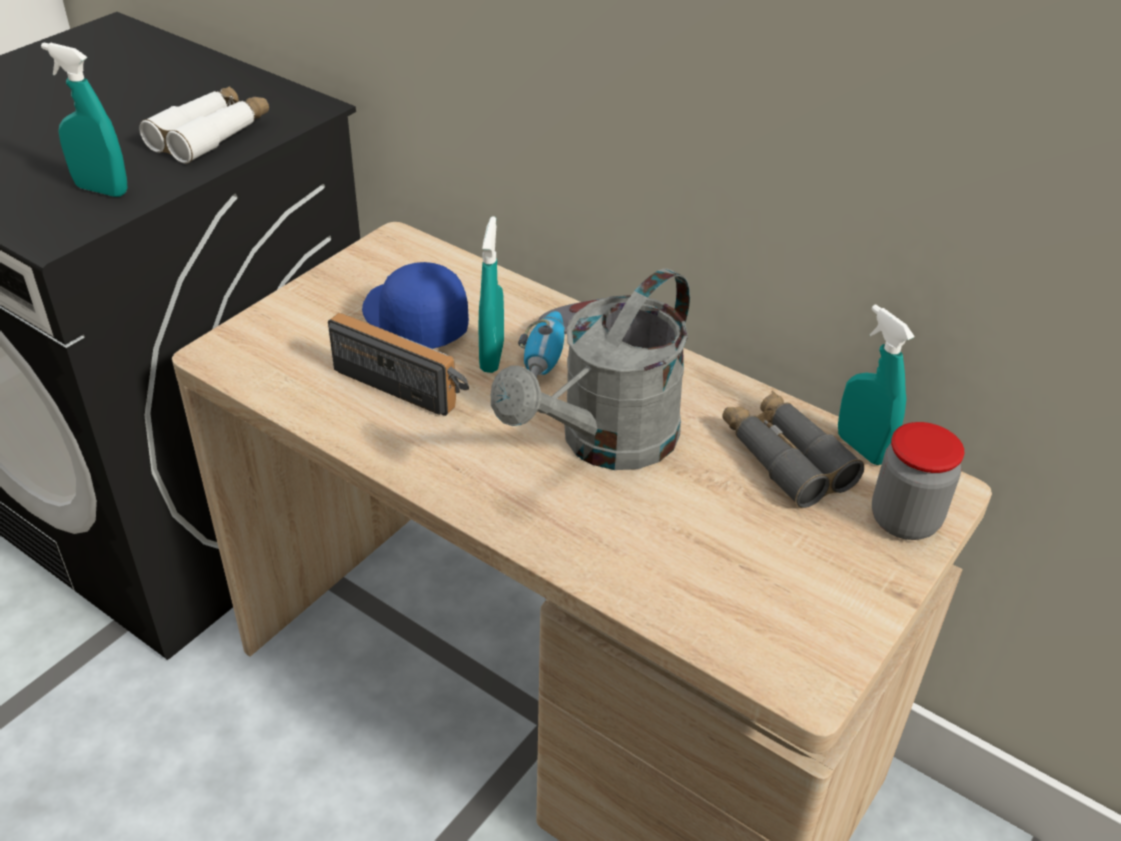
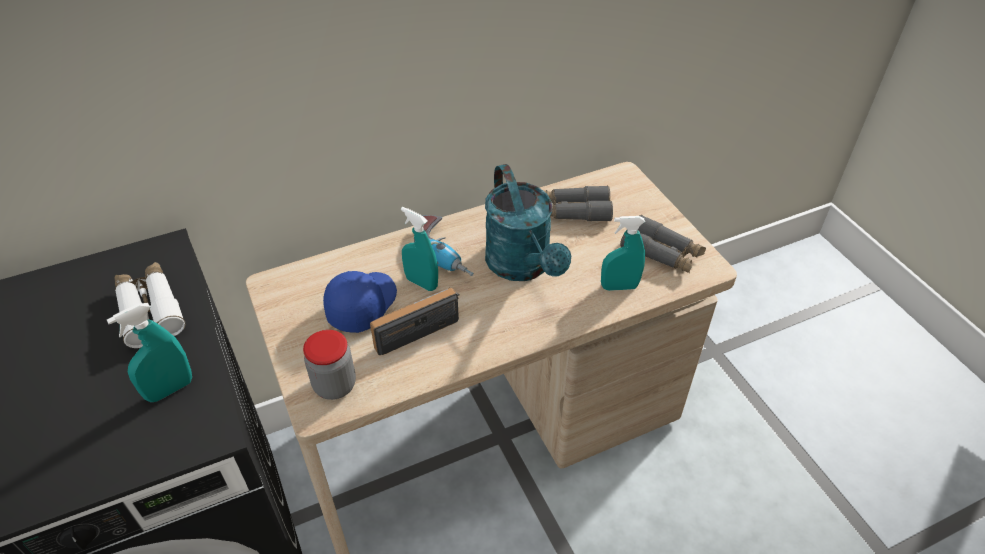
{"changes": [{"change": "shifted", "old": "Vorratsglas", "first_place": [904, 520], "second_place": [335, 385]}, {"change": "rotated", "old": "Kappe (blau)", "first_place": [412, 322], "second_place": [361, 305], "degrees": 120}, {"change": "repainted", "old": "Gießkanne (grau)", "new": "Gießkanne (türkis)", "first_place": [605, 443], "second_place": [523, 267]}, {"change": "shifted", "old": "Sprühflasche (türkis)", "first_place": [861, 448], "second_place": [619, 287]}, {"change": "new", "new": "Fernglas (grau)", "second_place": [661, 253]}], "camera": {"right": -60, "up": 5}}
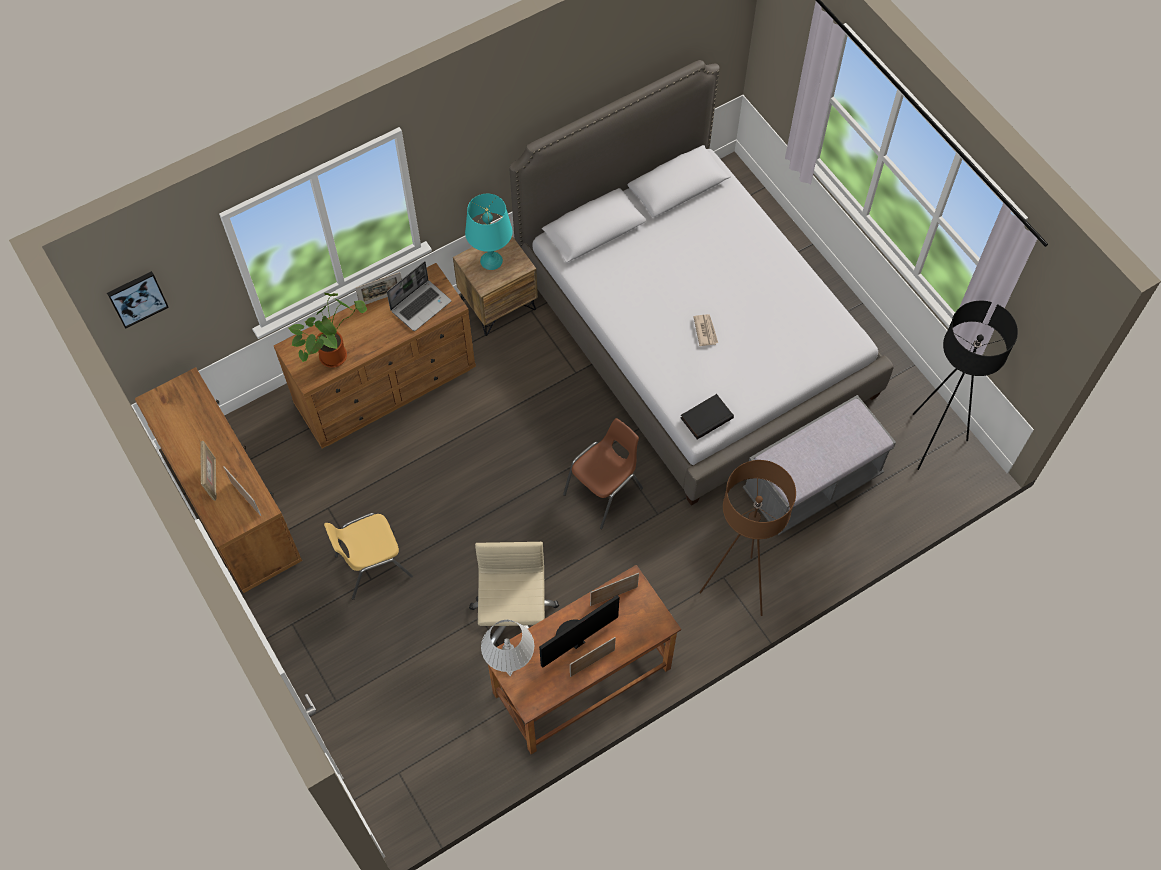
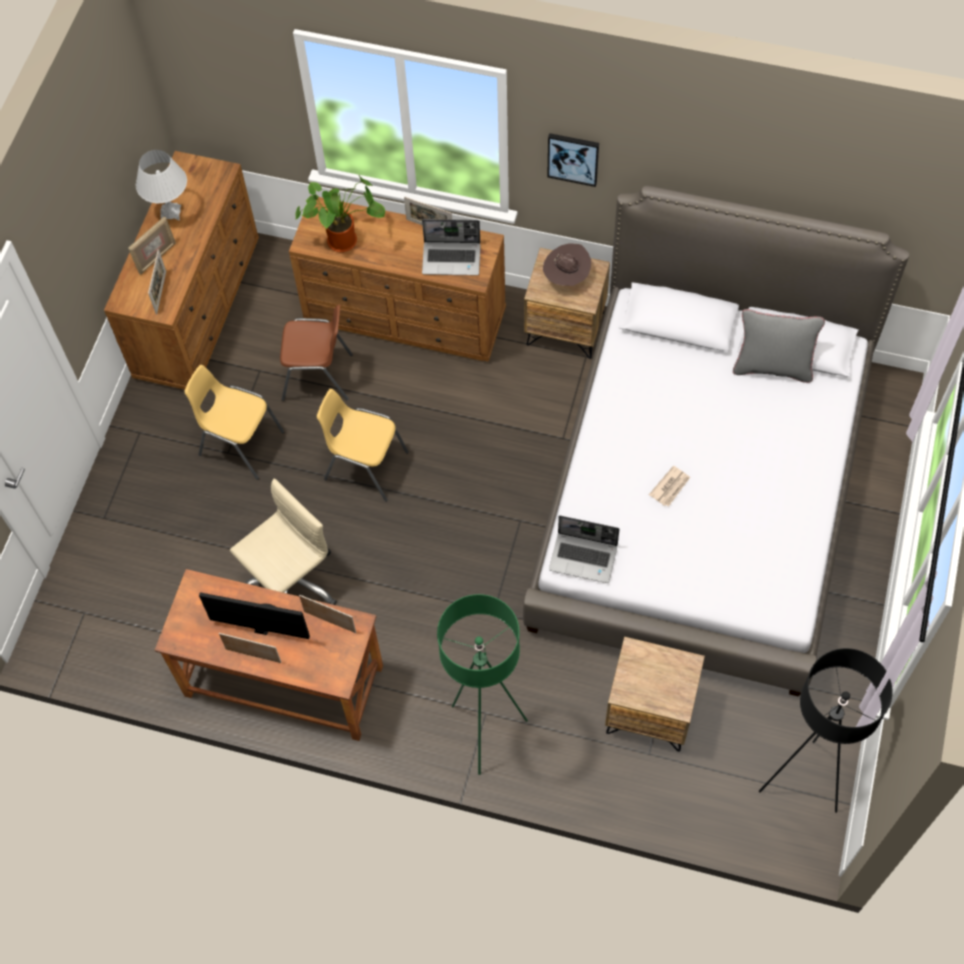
{"changes": [{"change": "shifted", "old": "Tischlampe (weiß)", "first_place": [509, 662], "second_place": [171, 212]}, {"change": "shifted", "old": "Stuhl (braun)", "first_place": [604, 491], "second_place": [318, 377]}, {"change": "new", "new": "Stuhl (gelb)", "second_place": [365, 466]}, {"change": "repainted", "old": "Stehlampe (braun)", "new": "Stehlampe (grün)", "first_place": [736, 588], "second_place": [485, 732]}, {"change": "swapped", "old": "Tischlampe (türkis)", "new": "Hut (braun)", "first_place": [491, 260], "second_place": [566, 277]}, {"change": "shifted", "old": "Bild", "first_place": [137, 298], "second_place": [573, 158]}, {"change": "swapped", "old": "Buch (schwarz)", "new": "Laptop", "first_place": [706, 417], "second_place": [584, 558]}, {"change": "swapped", "old": "Bank (grau)", "new": "Nachttisch (braun)", "first_place": [811, 483], "second_place": [650, 711]}, {"change": "new", "new": "Kissen (grau)", "second_place": [772, 367]}], "camera": {"right": 50, "up": 0}}
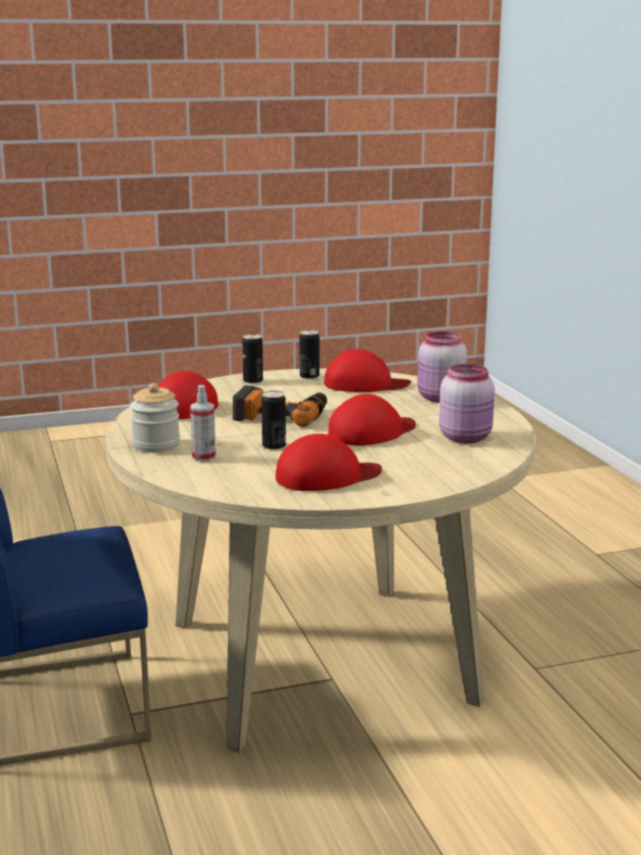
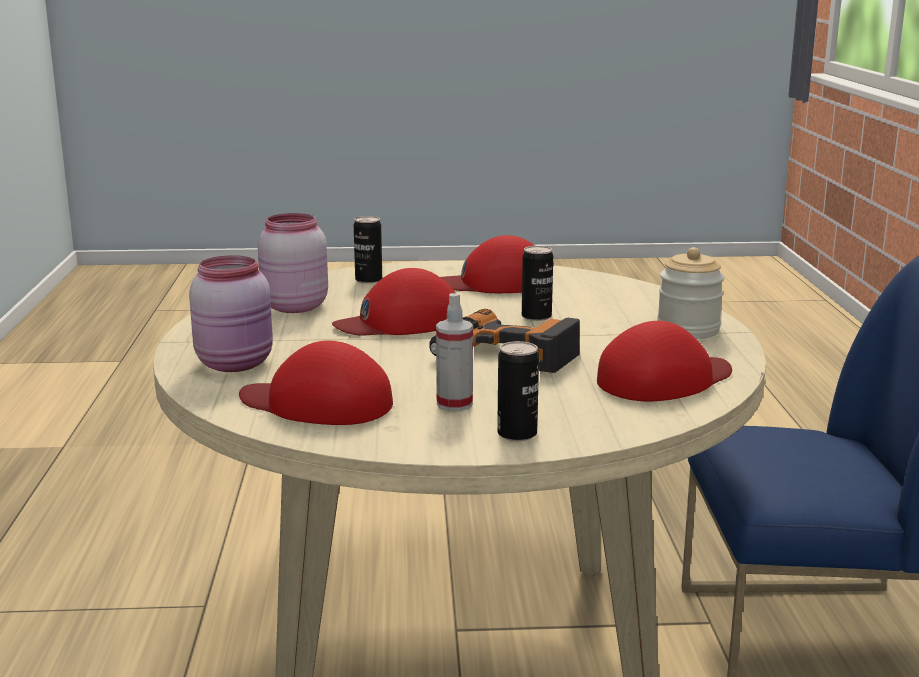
{"changes": [{"change": "shifted", "old": "Dose", "first_place": [309, 376], "second_place": [368, 280]}, {"change": "shifted", "old": "Sprühflasche", "first_place": [204, 457], "second_place": [454, 404]}], "camera": {"right": -165, "up": 0}}
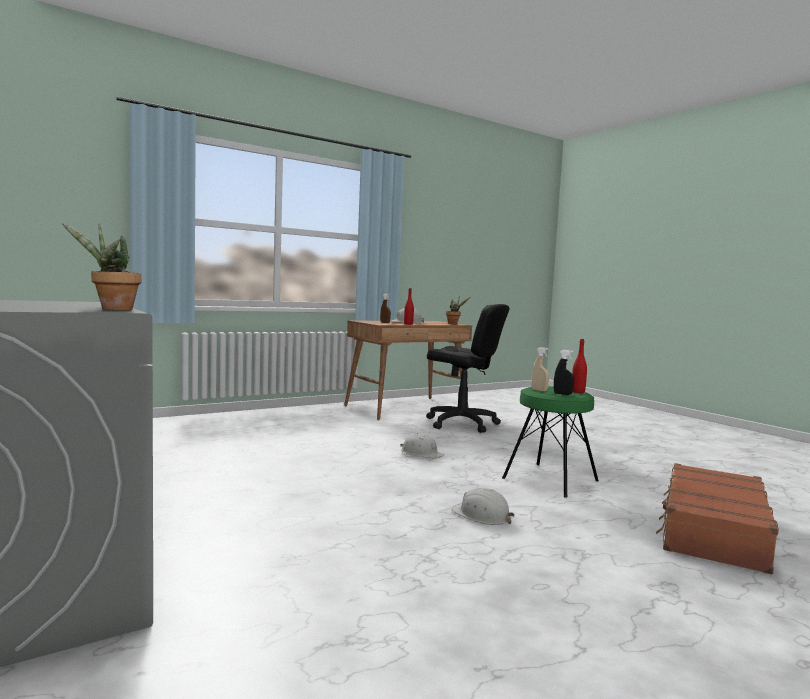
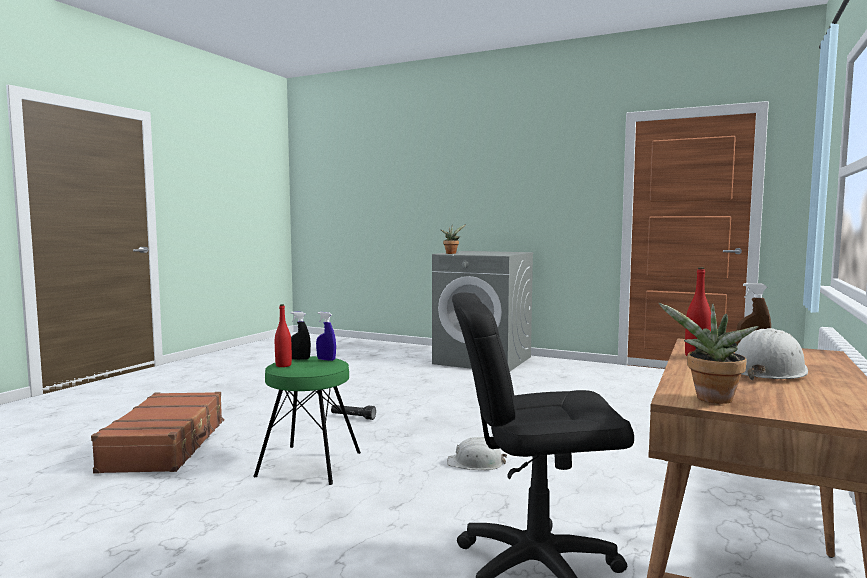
{"changes": [{"change": "repainted", "old": "Sprühflasche (beige)", "new": "Sprühflasche (blau)", "first_place": [539, 390], "second_place": [326, 359]}, {"change": "swapped", "old": "Schutzhelm (weiß)", "new": "Taschenlampe (schwarz)", "first_place": [482, 515], "second_place": [353, 417]}], "camera": {"right": 150, "up": 0}}
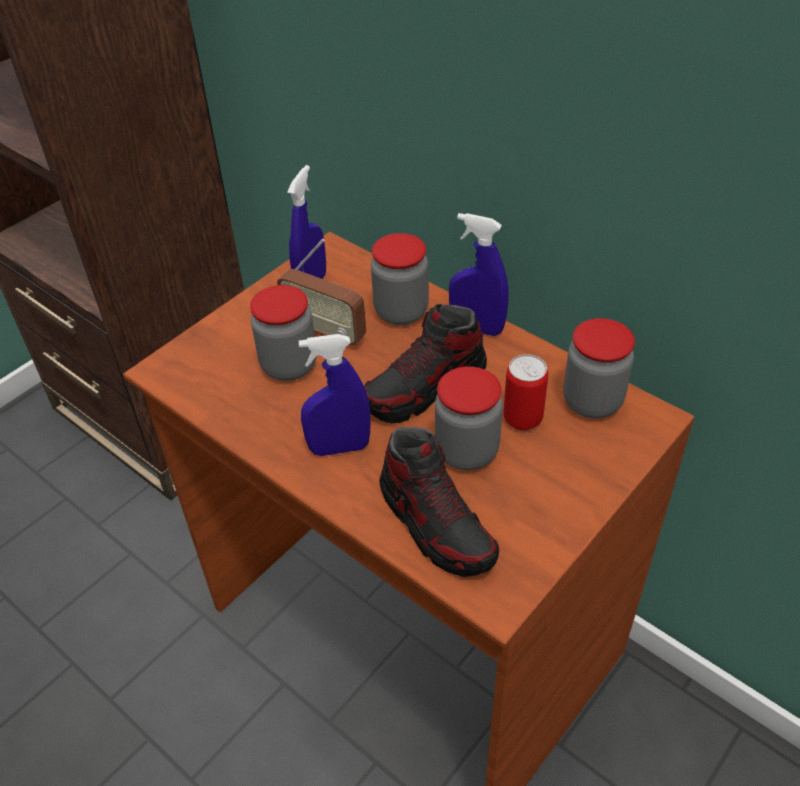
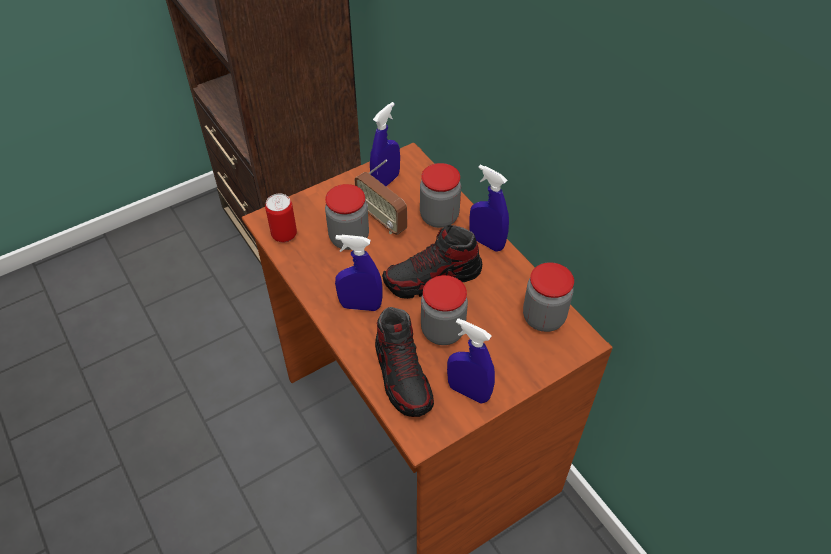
{"changes": [{"change": "shifted", "old": "Dose", "first_place": [522, 418], "second_place": [284, 235]}, {"change": "new", "new": "Sprühflasche (blau)", "second_place": [468, 392]}], "camera": {"right": 15, "up": 5}}
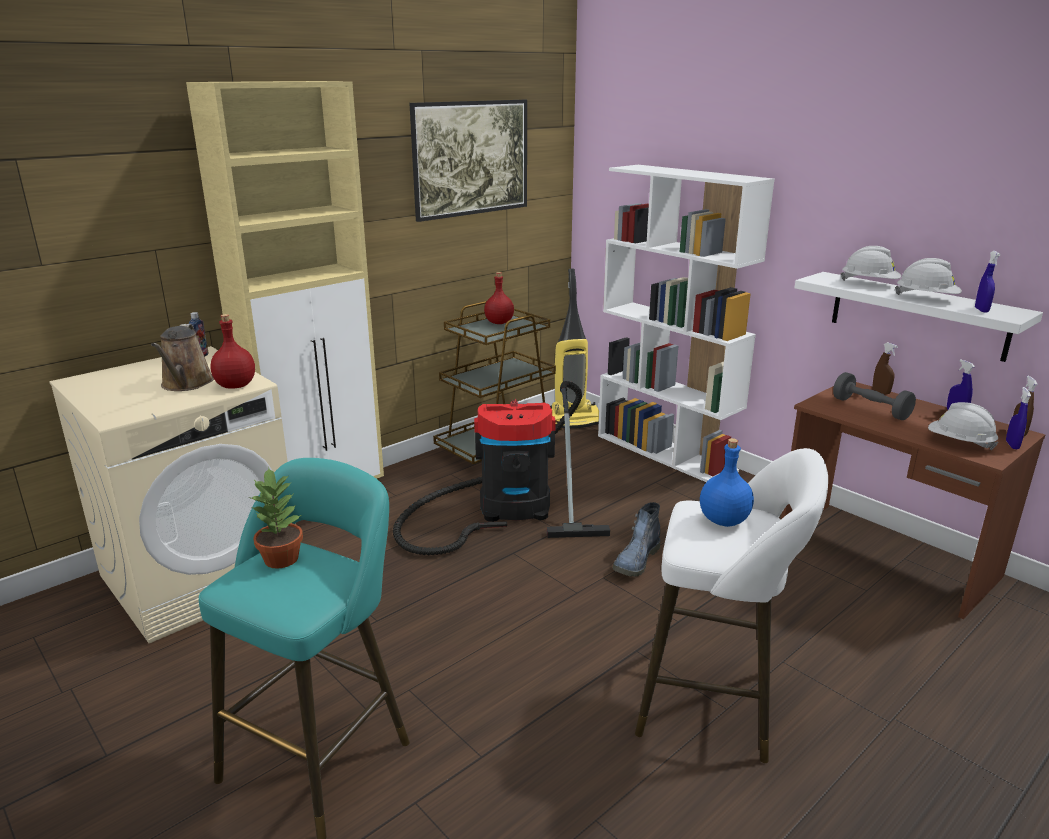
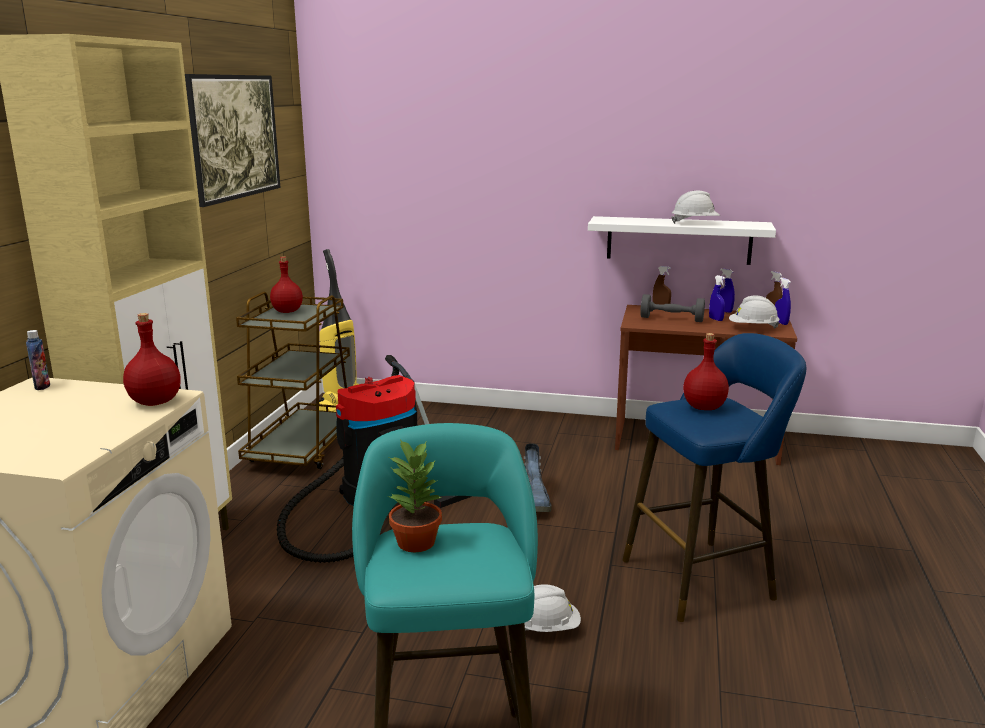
{"changes": [{"change": "shifted", "old": "Schutzhelm (weiß)", "first_place": [869, 284], "second_place": [546, 627]}, {"change": "repainted", "old": "Hocker (weiß)", "new": "Hocker (blau)", "first_place": [715, 704], "second_place": [704, 577]}, {"change": "repainted", "old": "Flasche (blau)", "new": "Flasche (rot)", "first_place": [723, 520], "second_place": [703, 407]}, {"change": "shifted", "old": "Sprühflasche (blau)", "first_place": [981, 310], "second_place": [716, 319]}, {"change": "gone", "old": "Gießkanne (braun)", "first_place": [186, 384]}, {"change": "gone", "old": "Bücherregal (weiß)", "first_place": [666, 453]}], "camera": {"right": -35, "up": -5}}
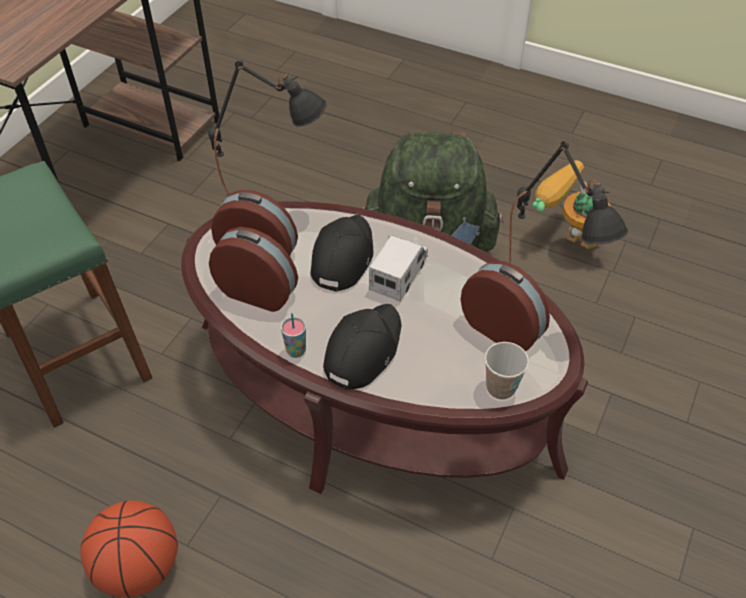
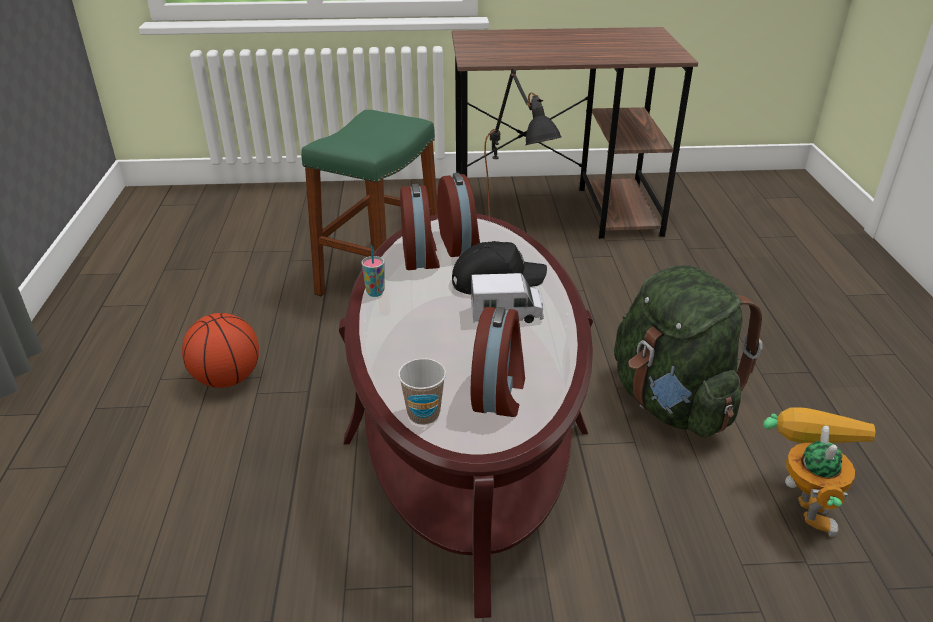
{"changes": [{"change": "gone", "old": "Kappe (schwarz)", "first_place": [362, 350]}, {"change": "gone", "old": "Tischlampe (schwarz)", "first_place": [547, 300]}], "camera": {"right": 60, "up": -15}}
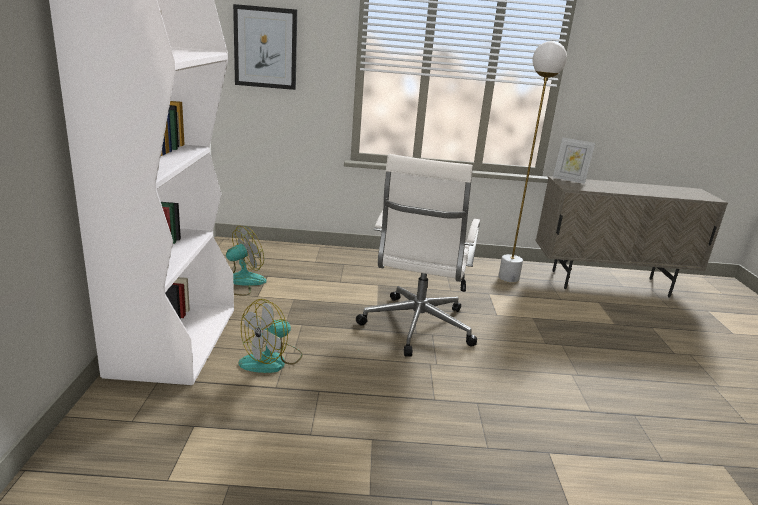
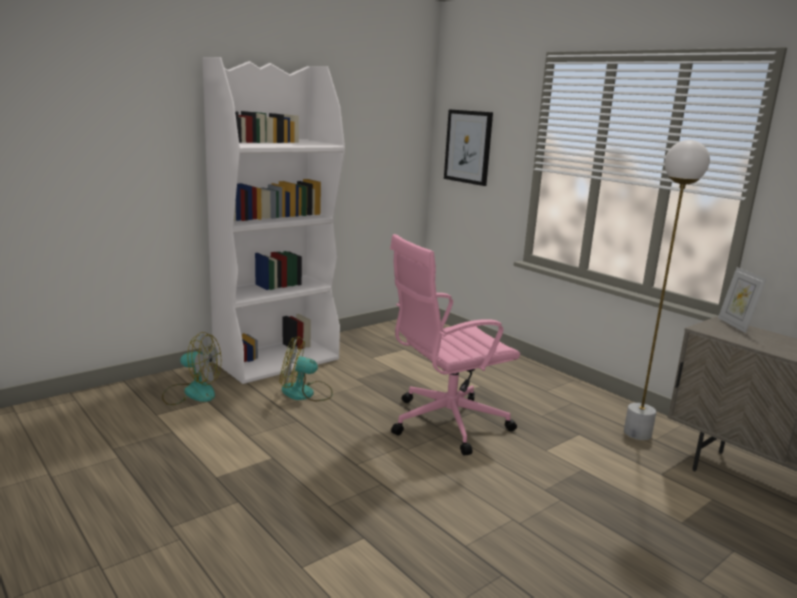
{"changes": [{"change": "shifted", "old": "Ventilator", "first_place": [240, 282], "second_place": [191, 392]}, {"change": "repainted", "old": "Bürostuhl (weiß)", "new": "Bürostuhl (rosa)", "first_place": [416, 328], "second_place": [445, 423]}], "camera": {"right": 50, "up": -5}}
